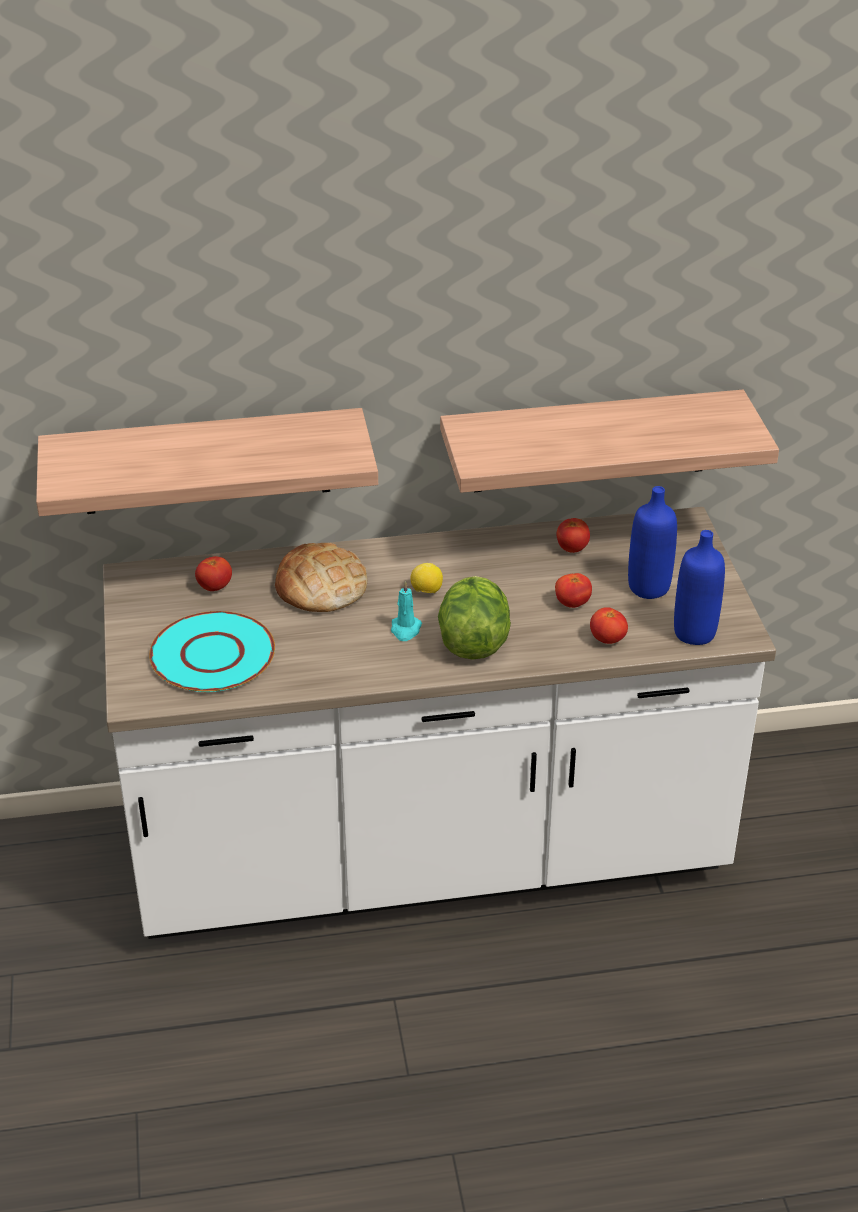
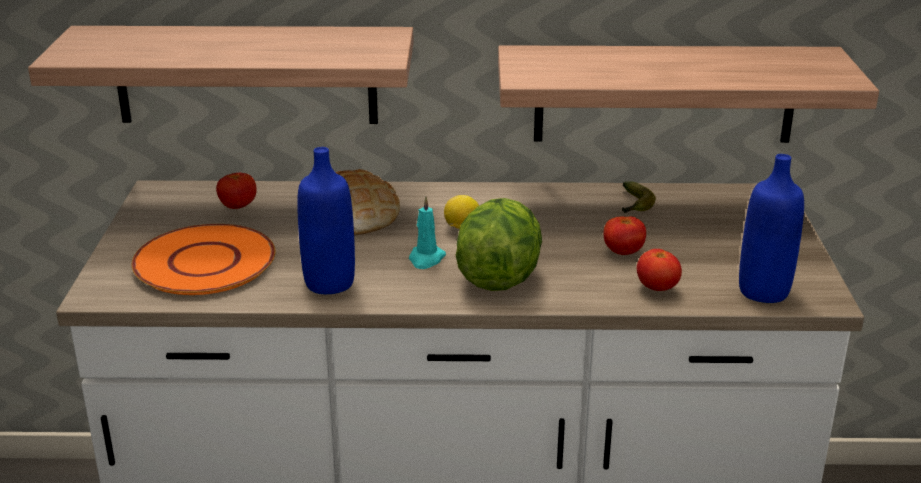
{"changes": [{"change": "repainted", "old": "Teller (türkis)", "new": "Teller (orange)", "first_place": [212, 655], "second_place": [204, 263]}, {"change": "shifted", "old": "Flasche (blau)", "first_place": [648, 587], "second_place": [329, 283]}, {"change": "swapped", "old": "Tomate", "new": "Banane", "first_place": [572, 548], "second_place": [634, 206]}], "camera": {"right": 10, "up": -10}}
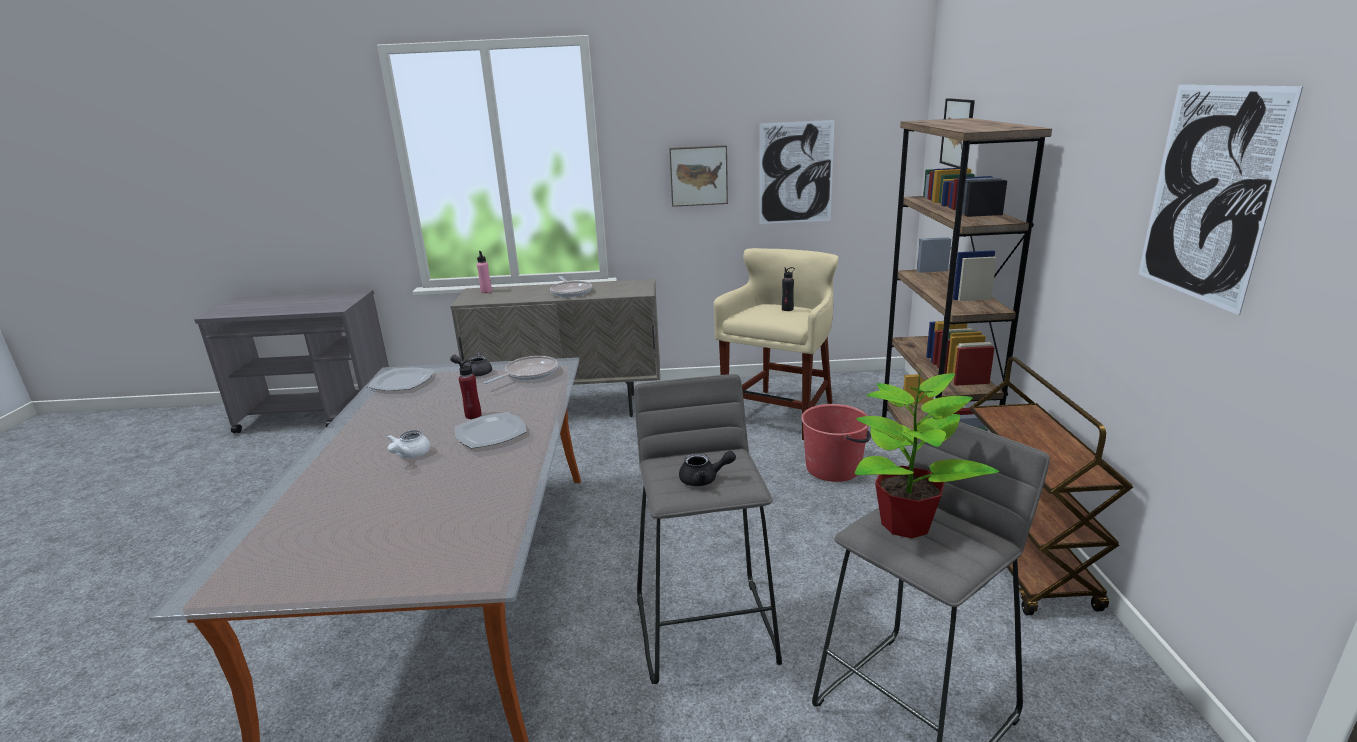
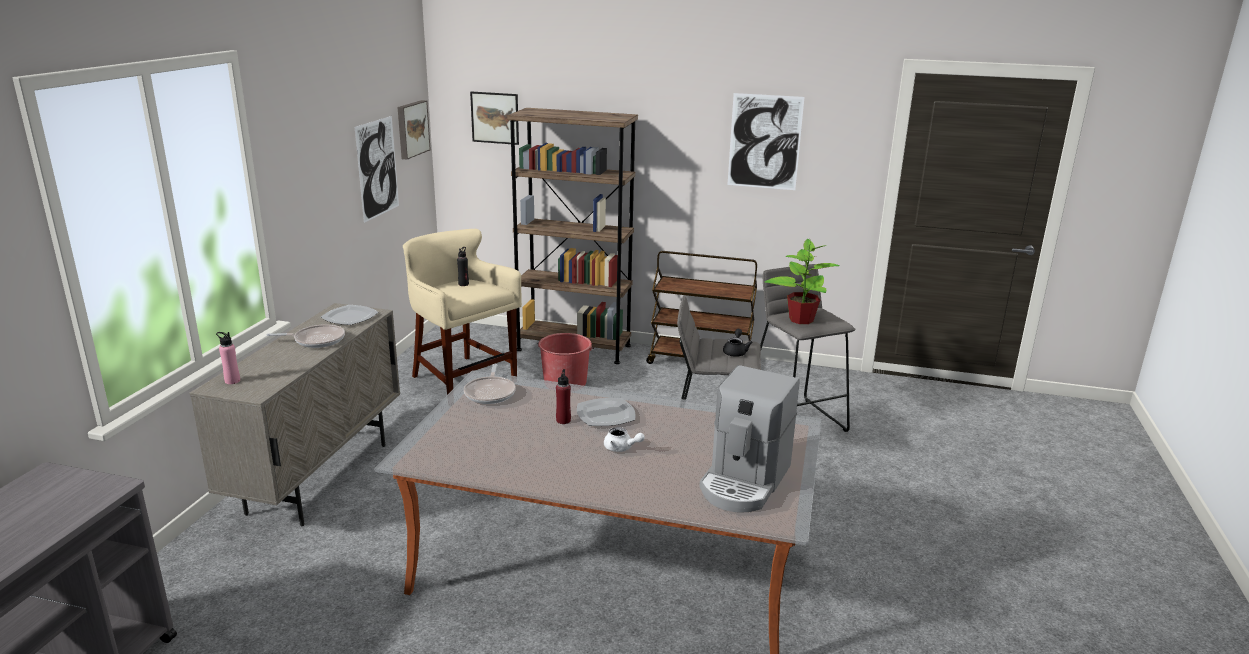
{"changes": [{"change": "shifted", "old": "Teller", "first_place": [402, 382], "second_place": [350, 317]}, {"change": "shifted", "old": "Bild", "first_place": [698, 175], "second_place": [411, 129]}, {"change": "rotated", "old": "Pfanne", "first_place": [528, 374], "second_place": [490, 393], "degrees": -150}, {"change": "new", "new": "Kaffeemaschine", "second_place": [744, 481]}, {"change": "gone", "old": "Teekanne (grau)", "first_place": [475, 373]}], "camera": {"right": -75, "up": 0}}
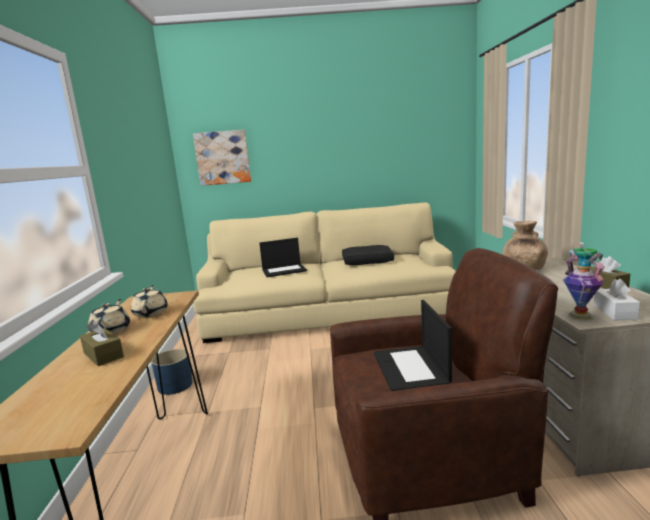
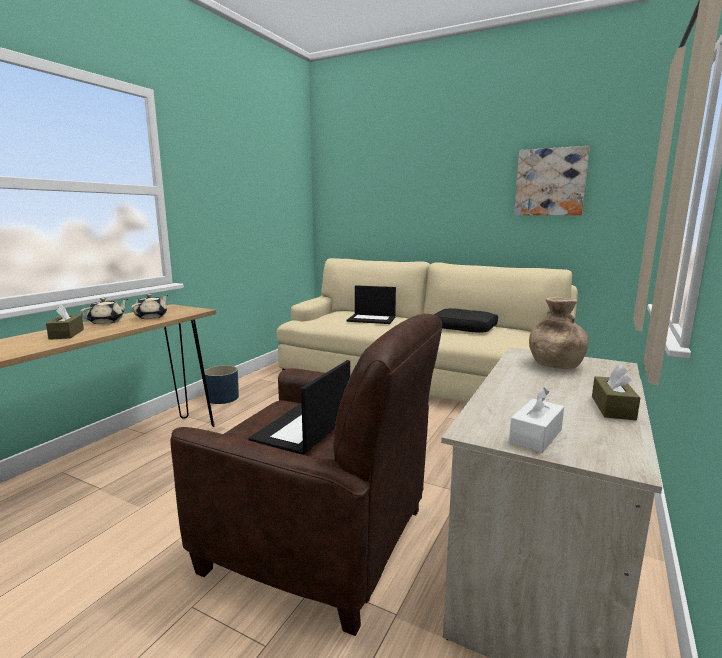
{"changes": [{"change": "shifted", "old": "Bild", "first_place": [222, 157], "second_place": [550, 182]}, {"change": "gone", "old": "Vase", "first_place": [580, 315]}], "camera": {"right": 30, "up": 0}}
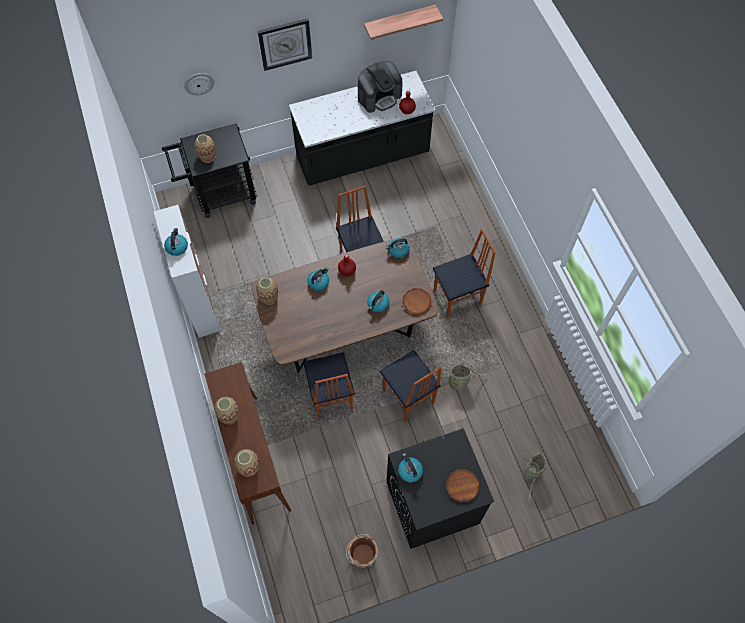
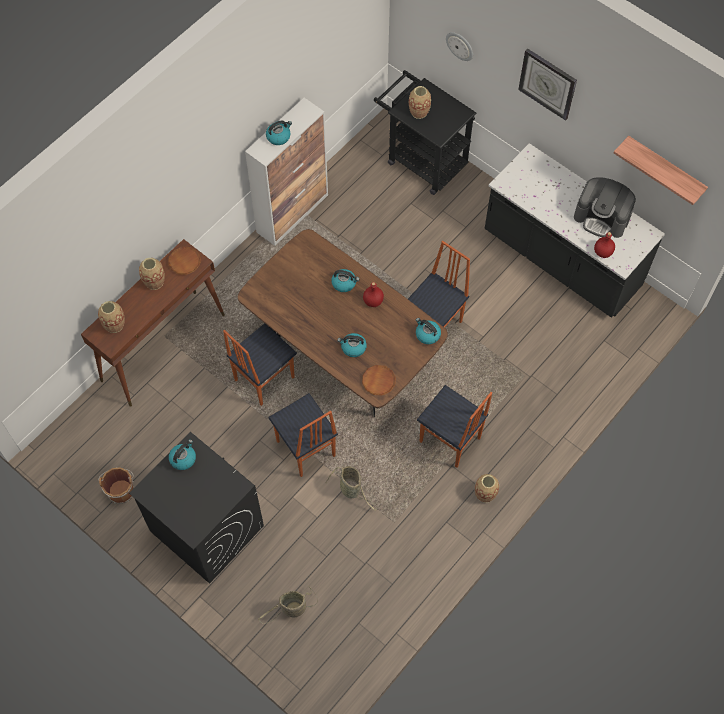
{"changes": [{"change": "shifted", "old": "Teller (braun)", "first_place": [462, 486], "second_place": [184, 262]}, {"change": "rotated", "old": "Stuhl", "first_place": [408, 397], "second_place": [305, 449], "degrees": -60}, {"change": "shifted", "old": "Vase", "first_place": [269, 297], "second_place": [485, 494]}], "camera": {"right": 60, "up": 0}}
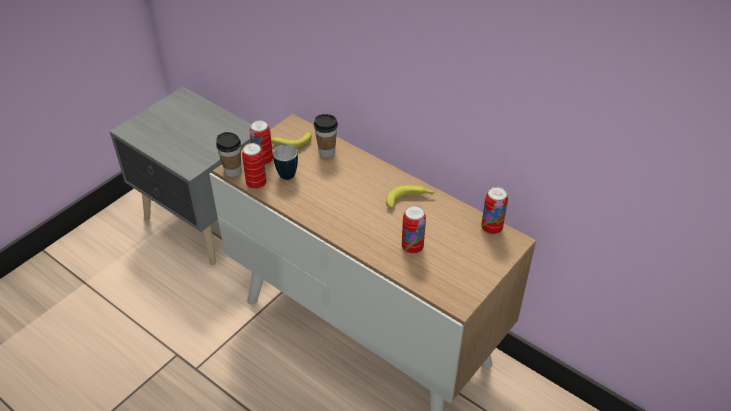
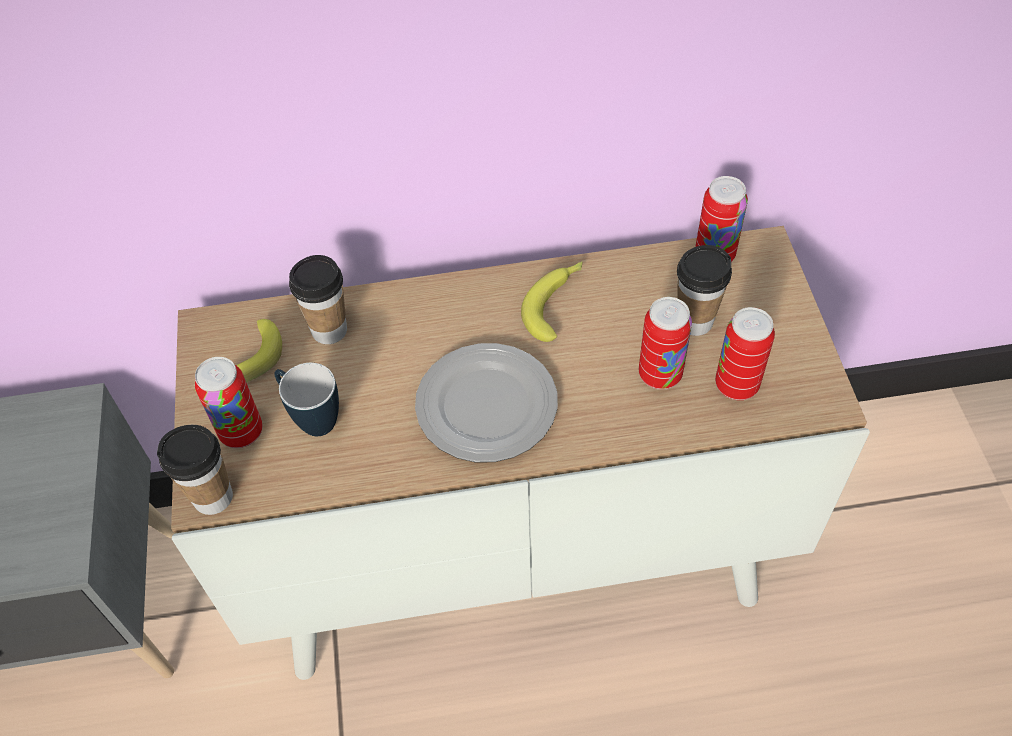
{"changes": [{"change": "new", "new": "Teller", "second_place": [485, 405]}, {"change": "new", "new": "Tasse", "second_place": [694, 321]}, {"change": "shifted", "old": "Dose", "first_place": [256, 184], "second_place": [736, 385]}], "camera": {"right": -45, "up": 10}}
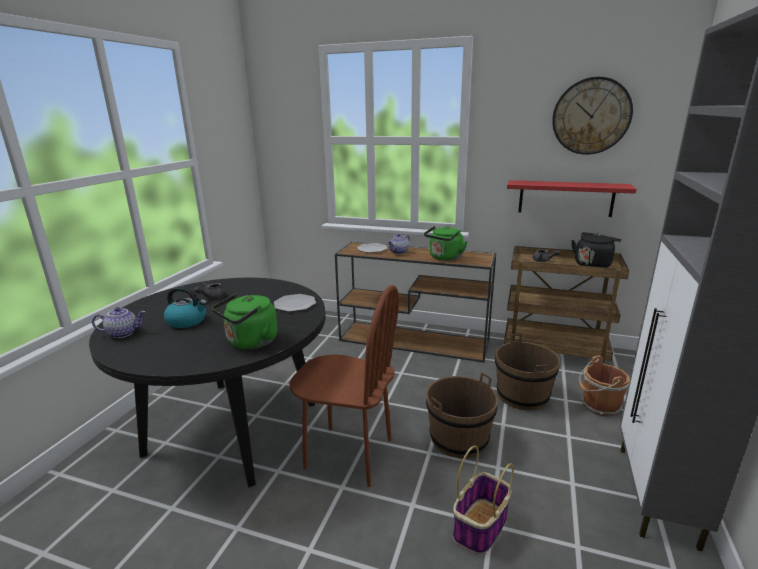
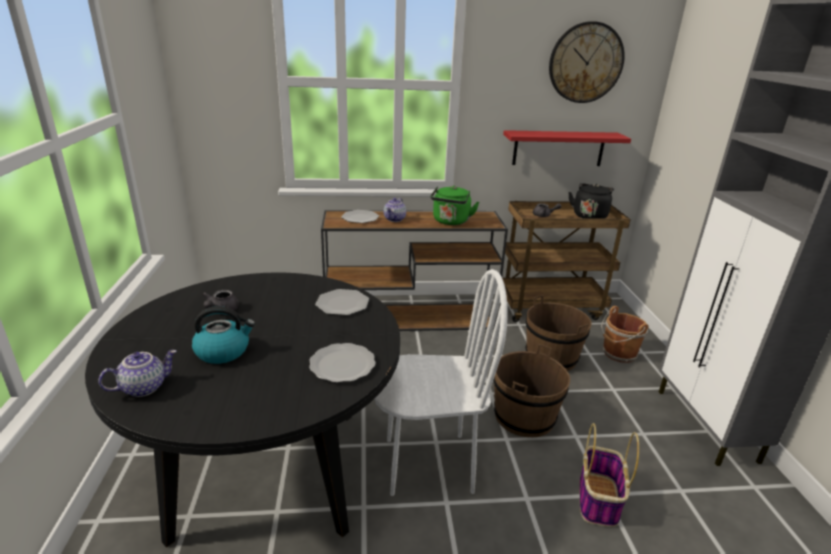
{"changes": [{"change": "swapped", "old": "Wasserkessel (grün)", "new": "Teller", "first_place": [250, 342], "second_place": [341, 365]}, {"change": "repainted", "old": "Stuhl (braun)", "new": "Stuhl (weiß)", "first_place": [348, 454], "second_place": [428, 464]}], "camera": {"right": -25, "up": 5}}
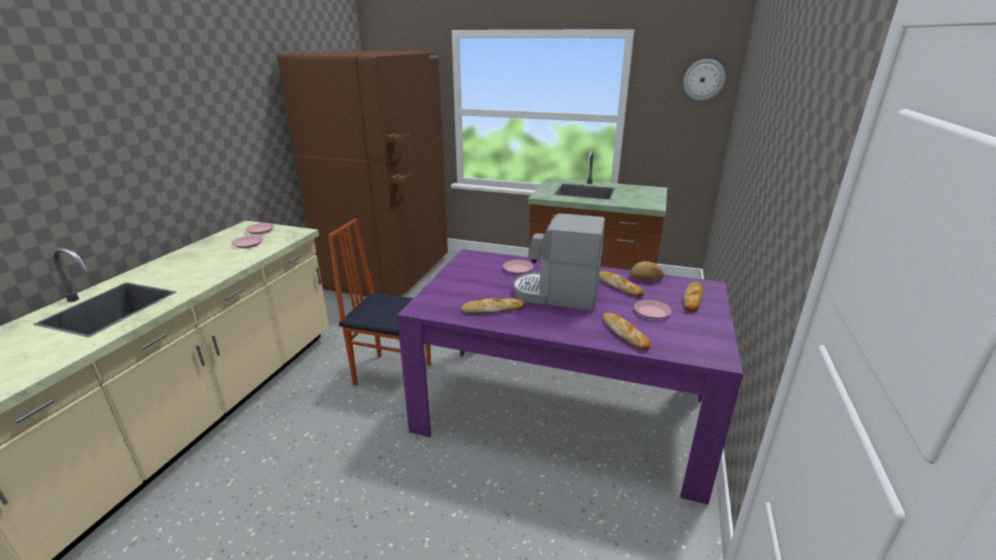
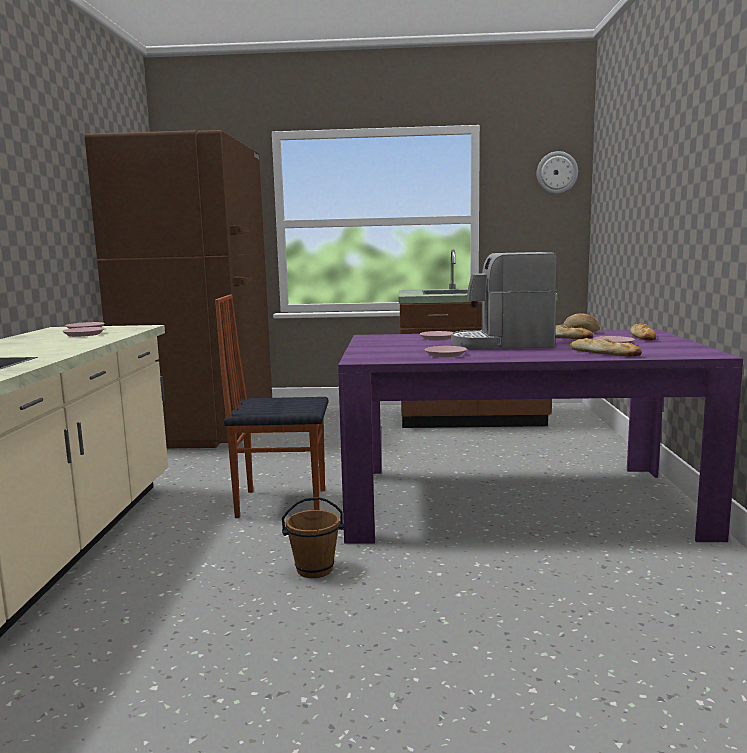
{"changes": [{"change": "new", "new": "Eimer (braun)", "second_place": [314, 569]}, {"change": "swapped", "old": "Brot", "new": "Teller (rosa)", "first_place": [493, 309], "second_place": [445, 354]}], "camera": {"right": -15, "up": -15}}
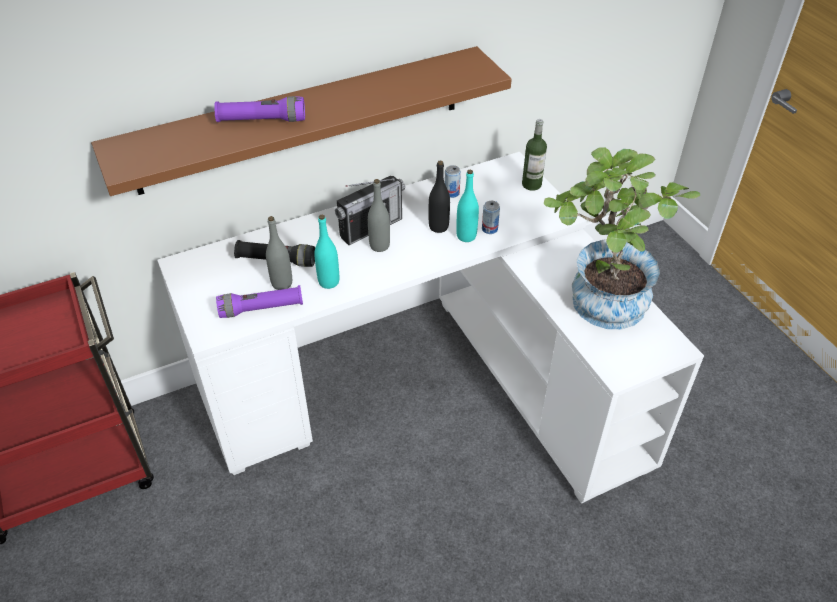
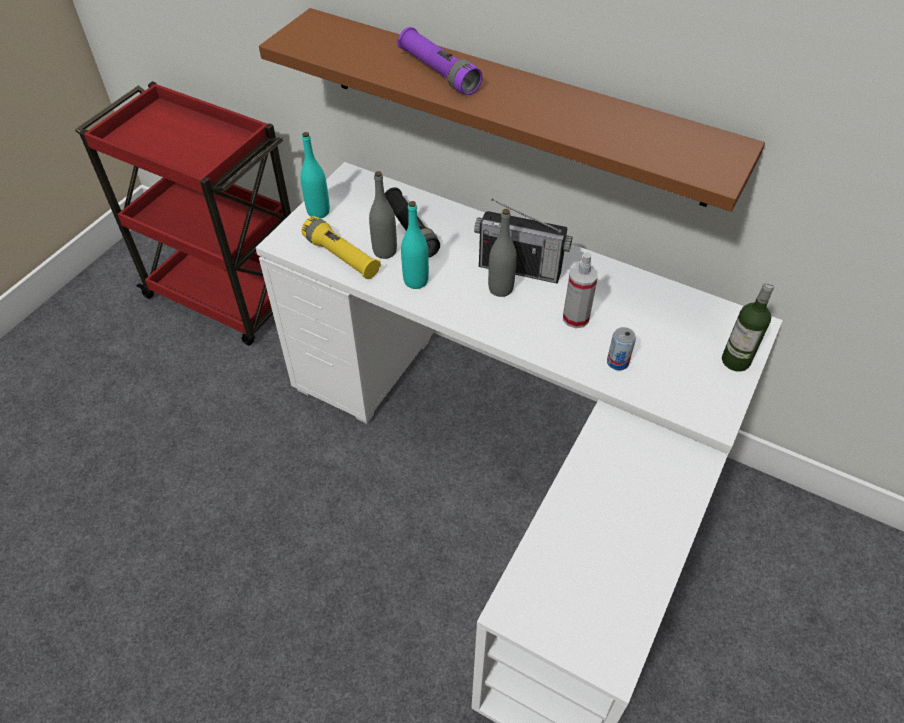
{"changes": [{"change": "shifted", "old": "Flasche (türkis)", "first_place": [466, 236], "second_place": [318, 212]}, {"change": "repainted", "old": "Taschenlampe (lila)", "new": "Taschenlampe (gelb)", "first_place": [261, 309], "second_place": [341, 257]}, {"change": "swapped", "old": "Flasche (schwarz)", "new": "Sprühflasche", "first_place": [438, 227], "second_place": [575, 318]}, {"change": "gone", "old": "Dose", "first_place": [451, 193]}, {"change": "gone", "old": "Topfpflanze", "first_place": [598, 305]}], "camera": {"right": 55, "up": 5}}
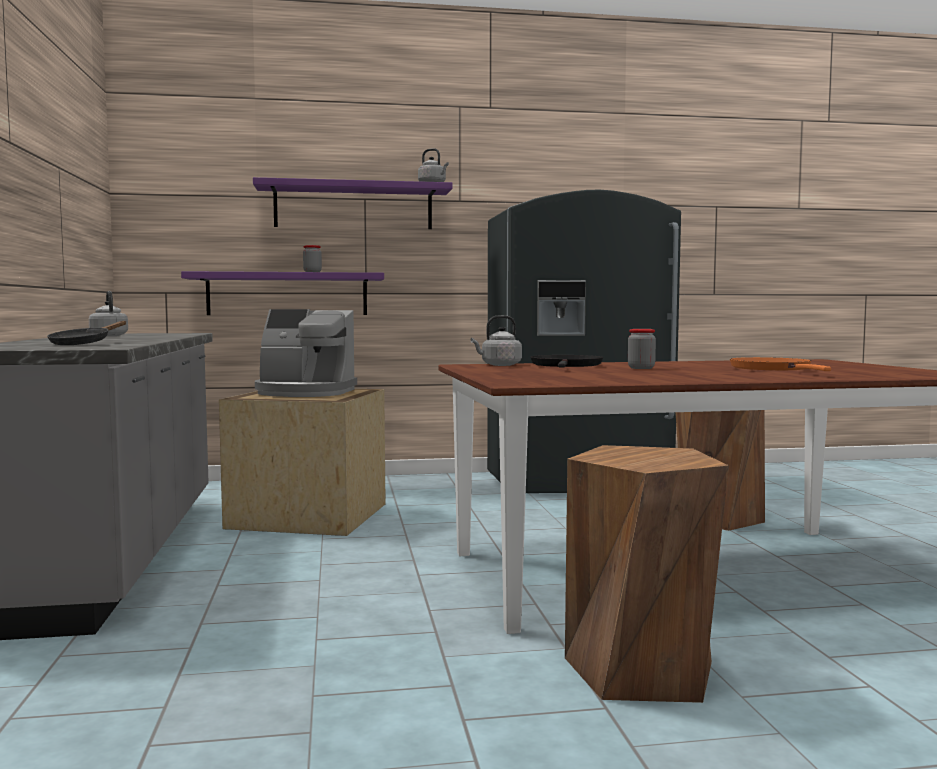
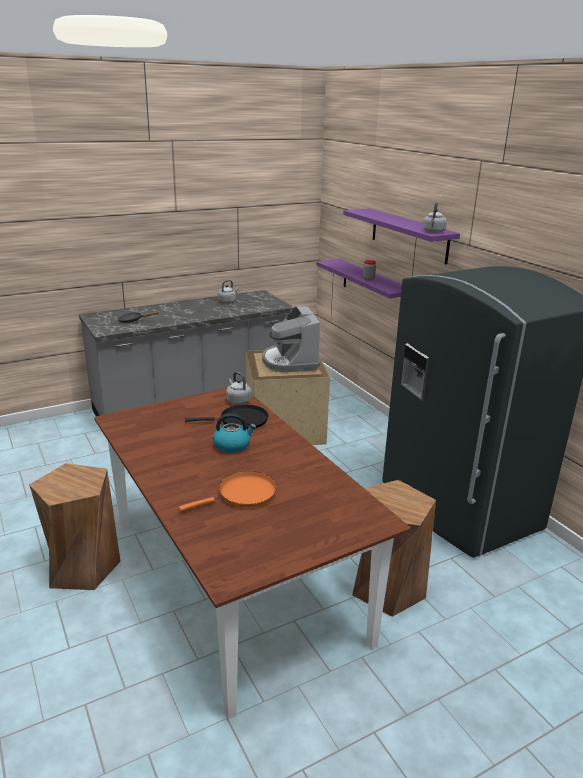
{"changes": [{"change": "swapped", "old": "Vorratsglas", "new": "Wasserkessel", "first_place": [641, 368], "second_place": [232, 445]}], "camera": {"right": 70, "up": 20}}
